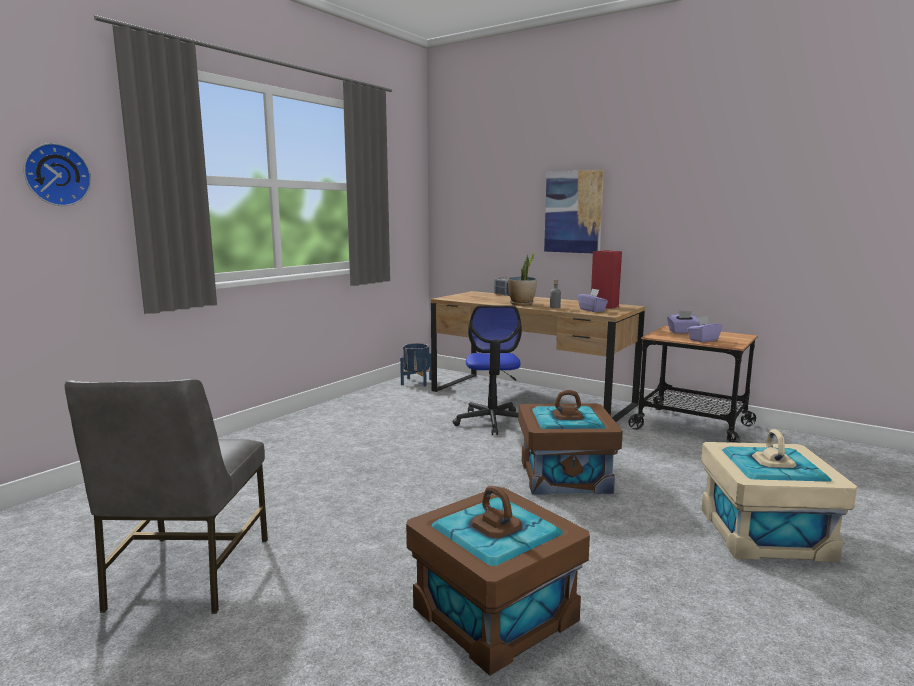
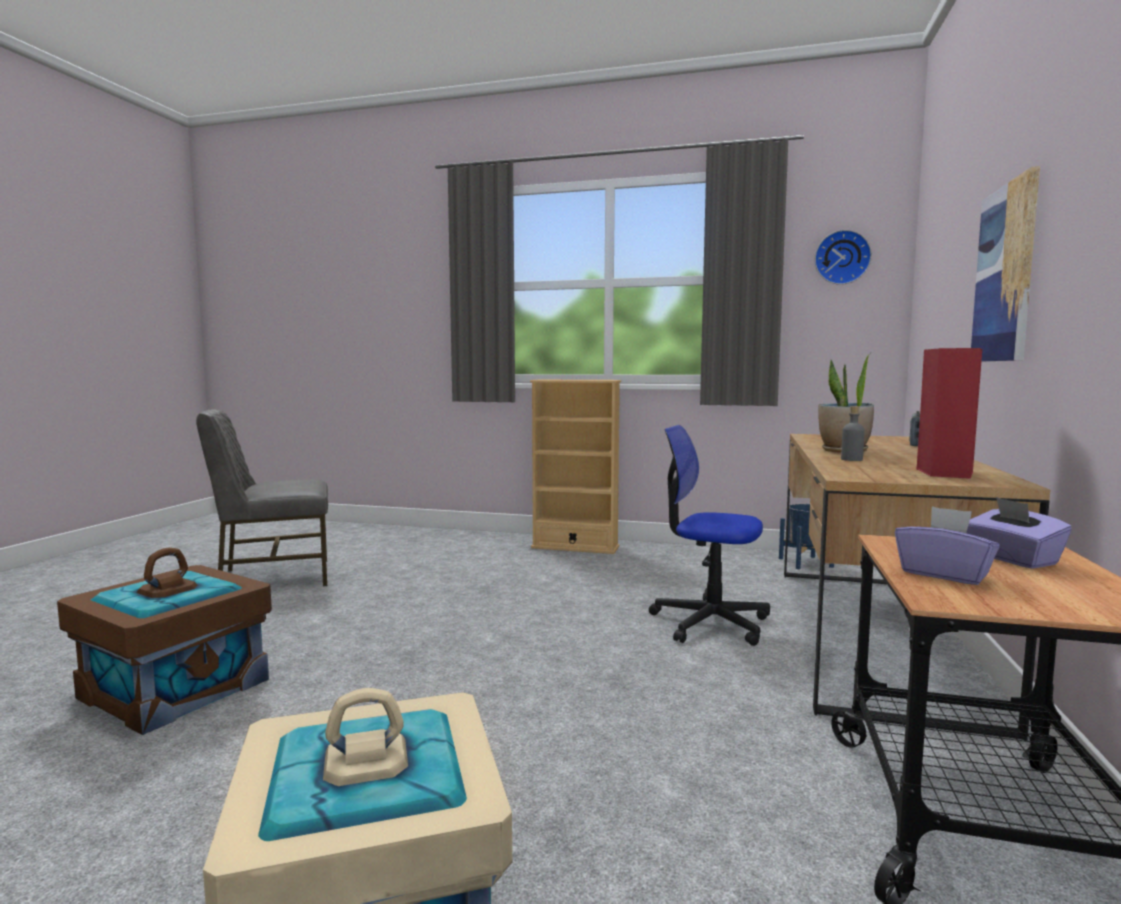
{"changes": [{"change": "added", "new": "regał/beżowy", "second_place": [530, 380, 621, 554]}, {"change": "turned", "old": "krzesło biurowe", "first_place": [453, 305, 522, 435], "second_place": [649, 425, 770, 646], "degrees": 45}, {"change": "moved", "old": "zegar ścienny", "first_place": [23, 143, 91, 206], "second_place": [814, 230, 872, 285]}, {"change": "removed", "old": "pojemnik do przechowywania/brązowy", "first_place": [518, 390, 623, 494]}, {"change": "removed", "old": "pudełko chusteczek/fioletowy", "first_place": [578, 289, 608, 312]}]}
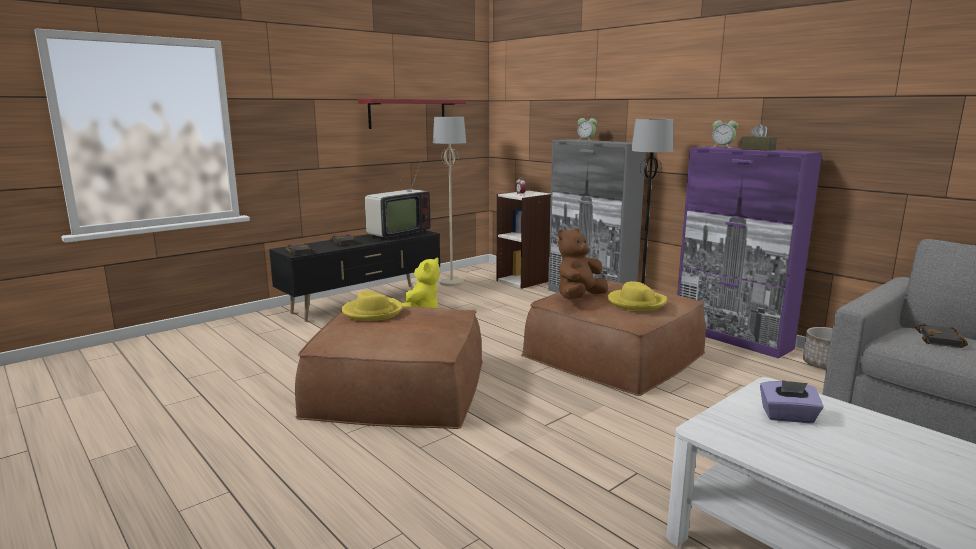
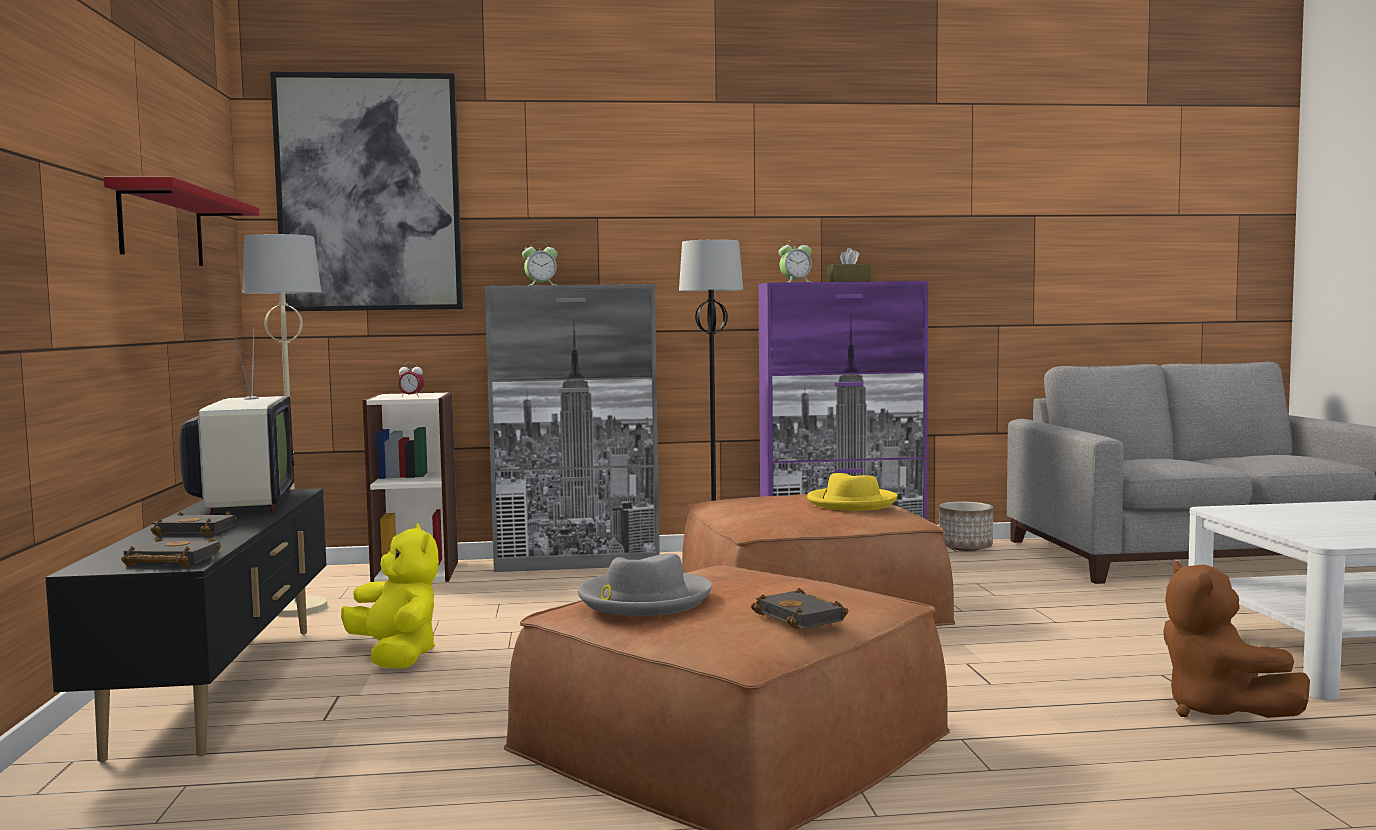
{"changes": [{"change": "added", "new": "obraz", "second_place": [270, 71, 463, 311]}, {"change": "recoloured", "old": "kapelusz/żółty", "new": "kapelusz/szary", "first_place": [342, 291, 403, 321], "second_place": [578, 554, 712, 616]}, {"change": "moved", "old": "książka/czarny", "first_place": [915, 324, 968, 348], "second_place": [751, 588, 848, 630]}, {"change": "moved", "old": "pluszak/brązowy", "first_place": [558, 228, 608, 299], "second_place": [1163, 560, 1310, 718]}, {"change": "removed", "old": "pudełko chusteczek/fioletowy", "first_place": [760, 380, 824, 423]}]}
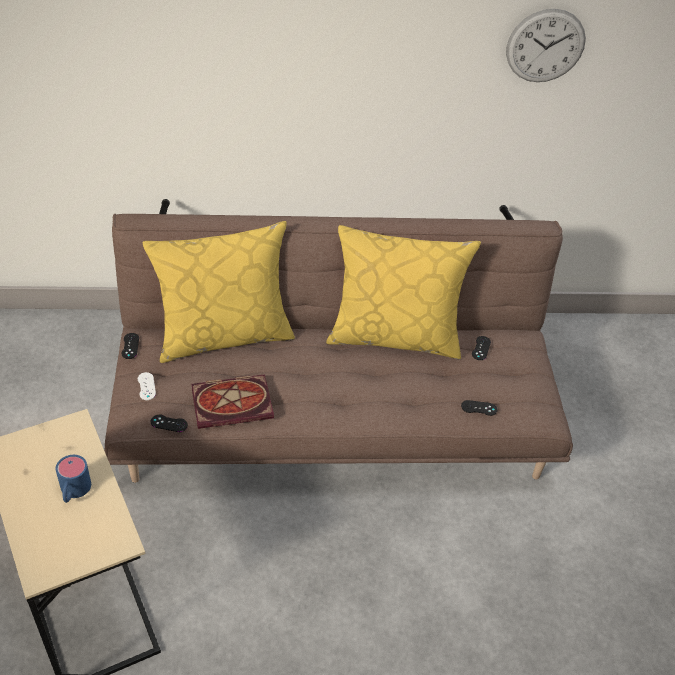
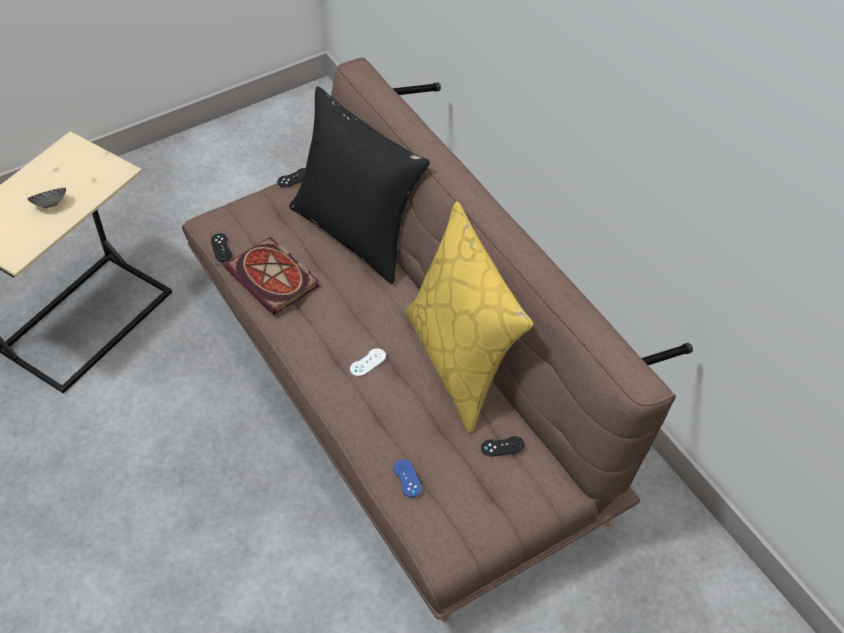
{"changes": [{"change": "replaced", "old": "kubek/niebieski", "new": "miska", "first_place": [56, 455, 91, 503], "second_place": [27, 188, 66, 209]}, {"change": "recoloured", "old": "poduszka/żółty", "new": "poduszka/czarny", "first_place": [143, 221, 295, 363], "second_place": [289, 86, 430, 285]}, {"change": "moved", "old": "pad do gier/biały", "first_place": [138, 372, 156, 400], "second_place": [350, 348, 386, 377]}, {"change": "recoloured", "old": "pad do gier/czarny", "new": "pad do gier/niebieski", "first_place": [461, 400, 497, 416], "second_place": [393, 459, 422, 497]}, {"change": "removed", "old": "zegar ścienny", "first_place": [506, 9, 586, 82]}]}
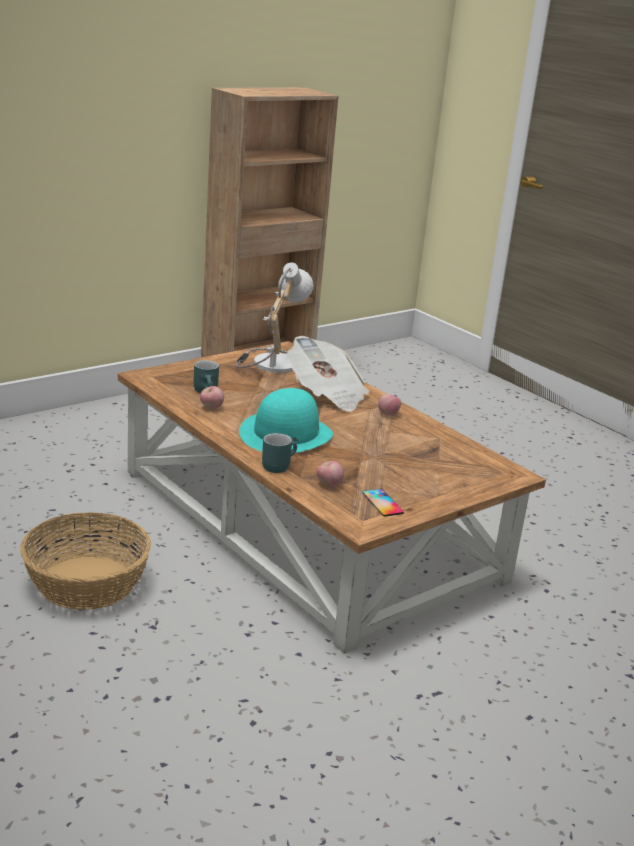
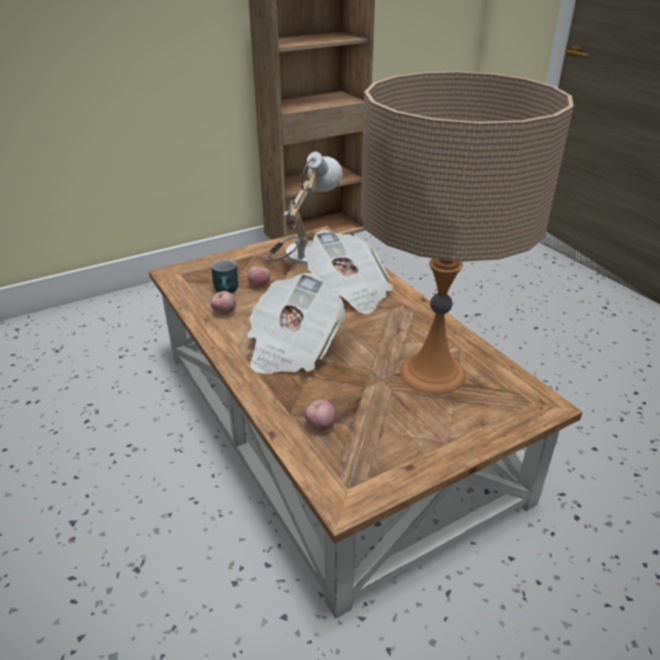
{"changes": [{"change": "moved", "old": "jabłko", "first_place": [378, 394, 401, 415], "second_place": [247, 266, 270, 287]}, {"change": "replaced", "old": "kapelusz/turkusowy", "new": "gazeta", "first_place": [239, 388, 333, 453], "second_place": [247, 273, 345, 374]}, {"change": "added", "new": "lampa stołowa/beżowy", "second_place": [360, 72, 574, 395]}, {"change": "removed", "old": "koszyk", "first_place": [20, 512, 151, 610]}, {"change": "removed", "old": "kubek/turkusowy", "first_place": [262, 433, 297, 473]}, {"change": "removed", "old": "telefon", "first_place": [362, 489, 404, 517]}]}
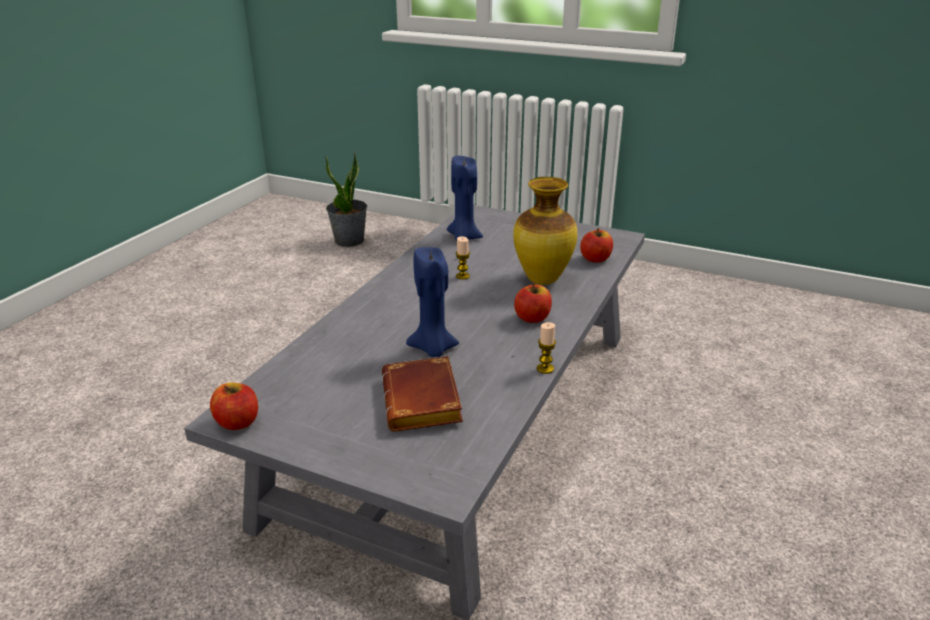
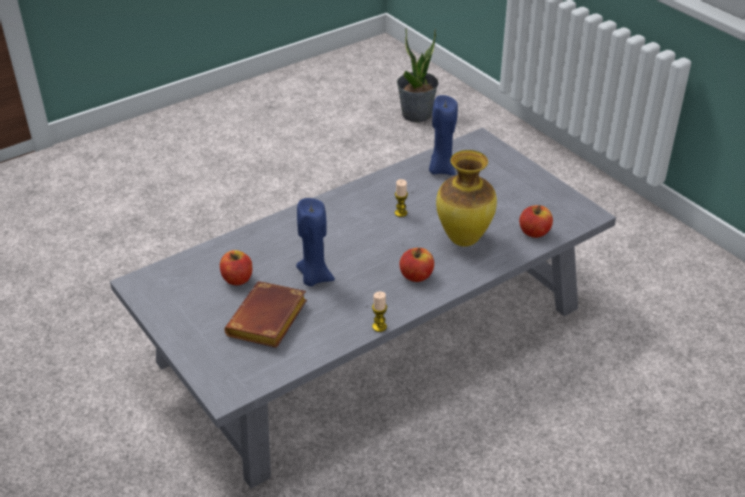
{"changes": [{"change": "moved", "old": "jabłko", "first_place": [210, 383, 258, 430], "second_place": [220, 250, 252, 285]}]}
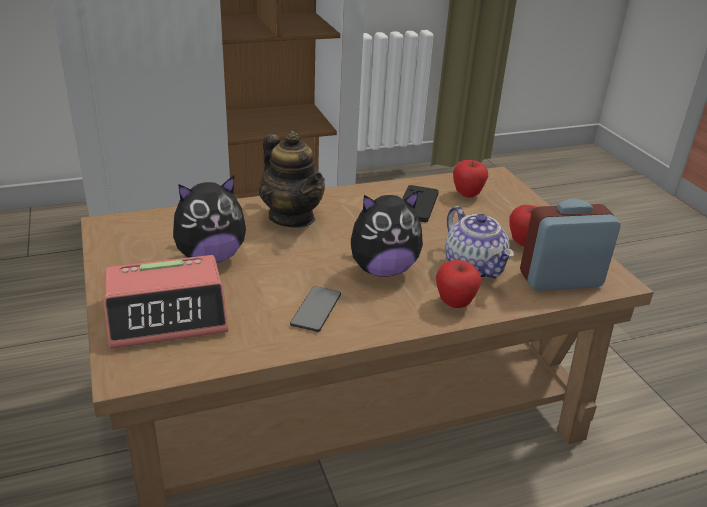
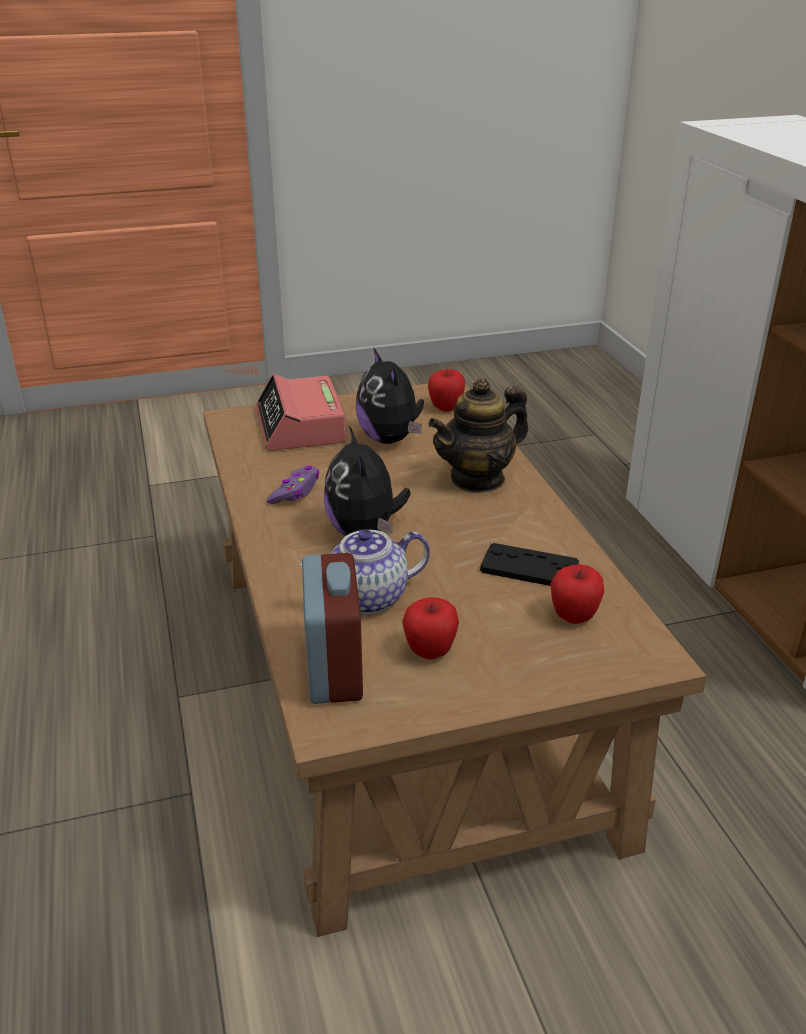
{"changes": [{"change": "replaced", "old": "telefon", "new": "pad do gier/fioletowy", "first_place": [290, 286, 341, 332], "second_place": [266, 465, 319, 504]}, {"change": "moved", "old": "jabłko", "first_place": [436, 260, 482, 308], "second_place": [428, 369, 465, 412]}]}
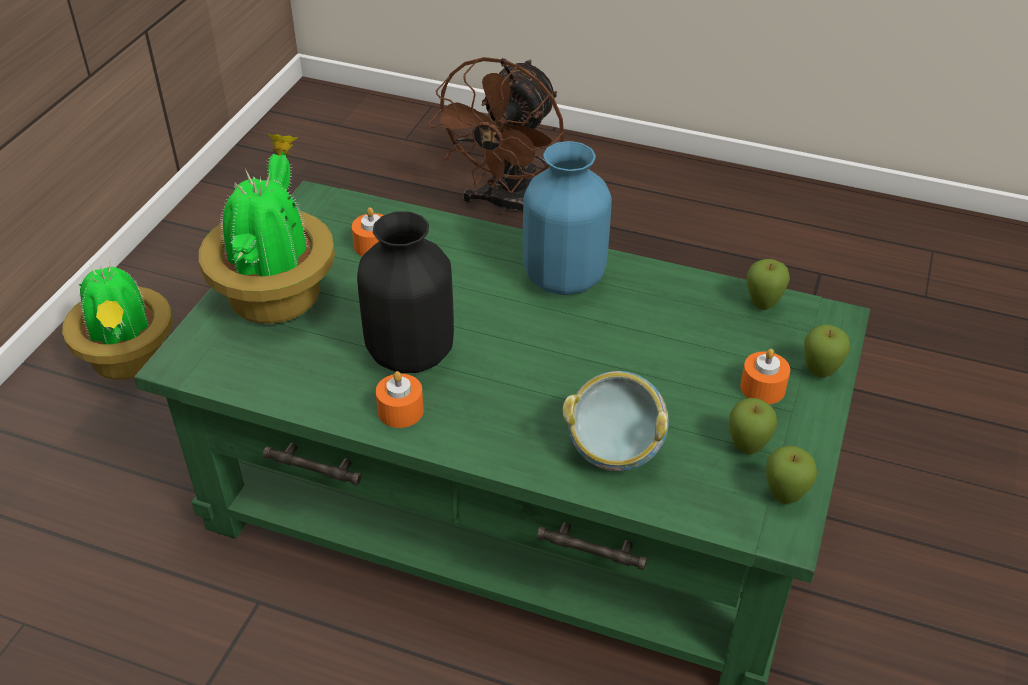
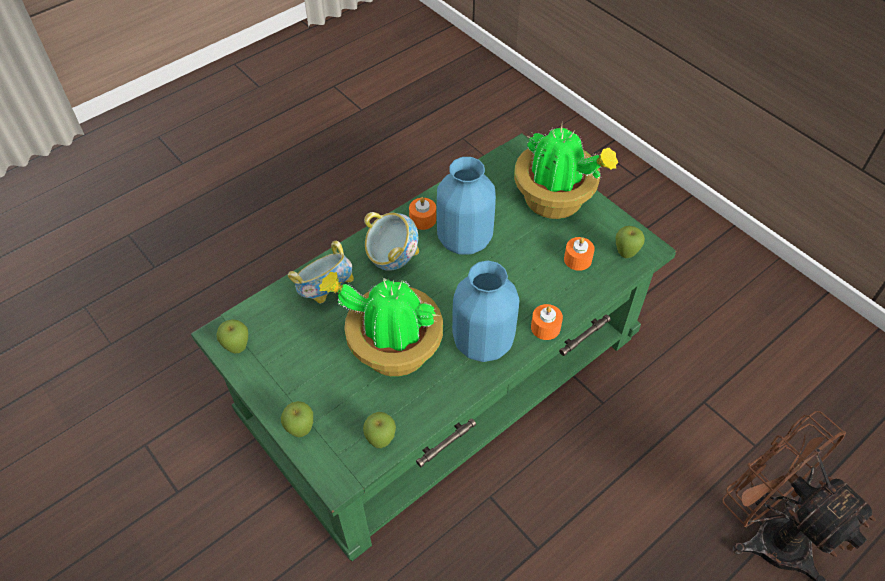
{"changes": [{"change": "moved", "old": "roślina doniczkowa", "first_place": [62, 259, 173, 380], "second_place": [319, 272, 443, 377]}, {"change": "added", "new": "miska", "second_place": [364, 212, 419, 271]}, {"change": "recoloured", "old": "wazon/czarny", "new": "wazon/niebieski", "first_place": [357, 211, 454, 373], "second_place": [437, 157, 496, 254]}, {"change": "moved", "old": "świeca/pomarańczowy", "first_place": [740, 349, 790, 404], "second_place": [531, 304, 563, 340]}, {"change": "moved", "old": "jabłko", "first_place": [729, 398, 777, 454], "second_place": [616, 226, 645, 258]}]}
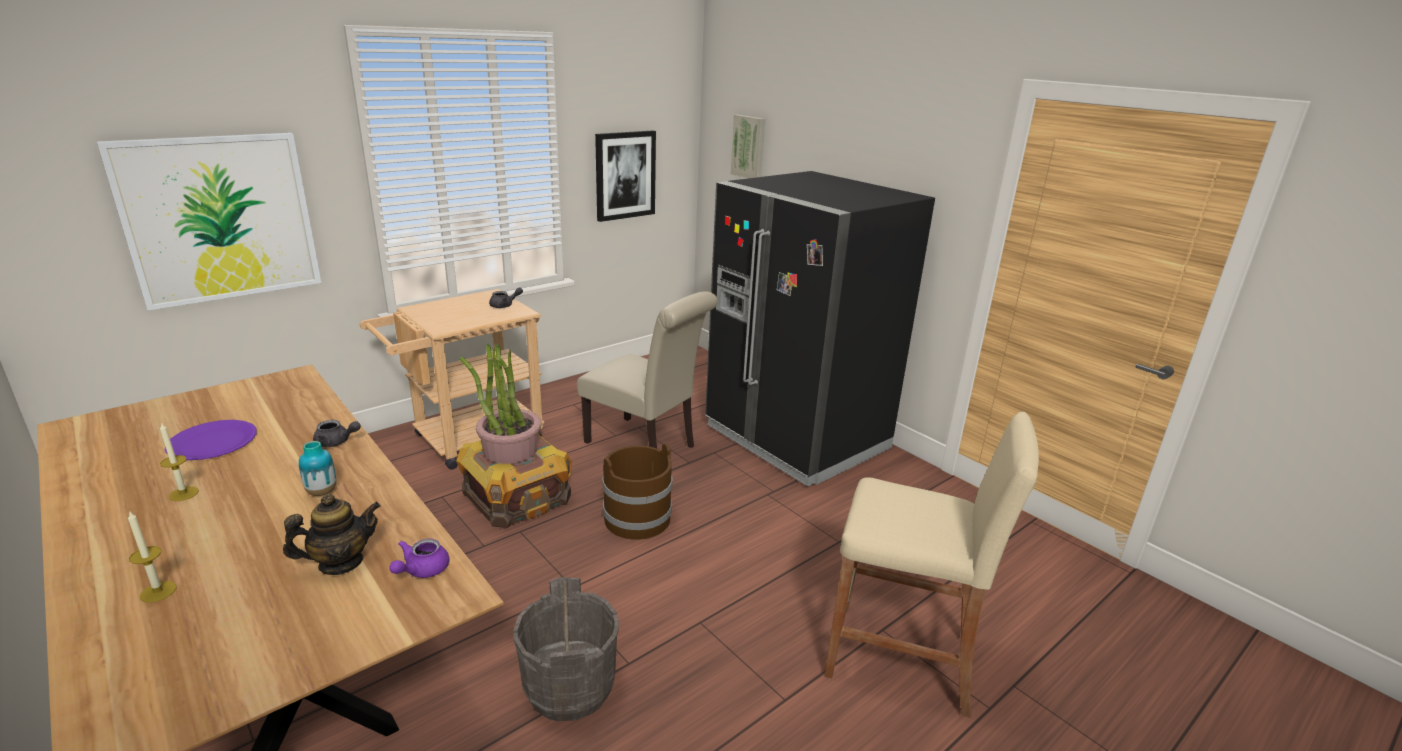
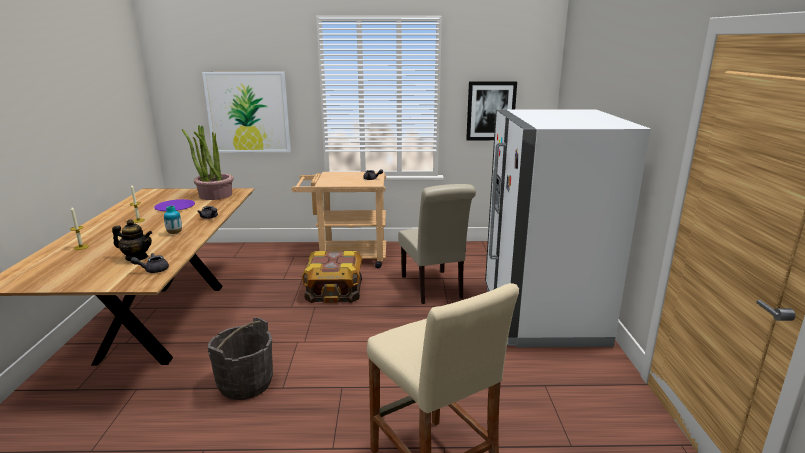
{"changes": [{"change": "recoloured", "old": "imbryk/fioletowy", "new": "imbryk/szary", "first_place": [389, 539, 449, 578], "second_place": [130, 253, 169, 273]}, {"change": "moved", "old": "roślina doniczkowa", "first_place": [459, 344, 541, 464], "second_place": [182, 125, 234, 200]}, {"change": "recoloured", "old": "lodówka/czarny", "new": "lodówka/biały", "first_place": [705, 171, 935, 486], "second_place": [485, 109, 651, 348]}, {"change": "removed", "old": "wiadro/brązowy", "first_place": [602, 443, 673, 540]}, {"change": "removed", "old": "obraz", "first_place": [731, 115, 765, 178]}]}
